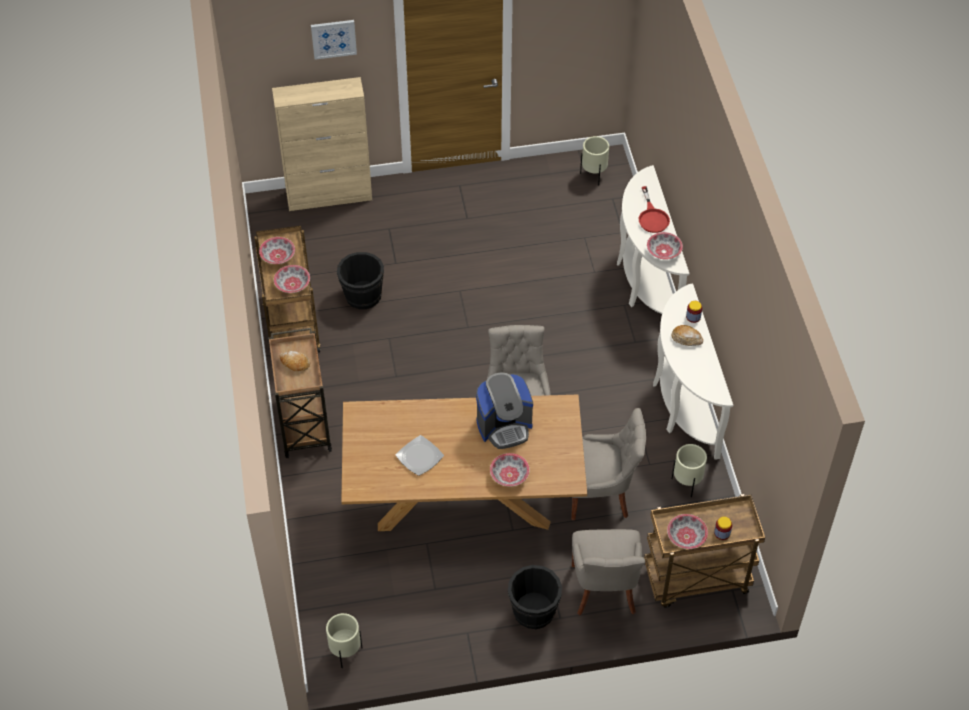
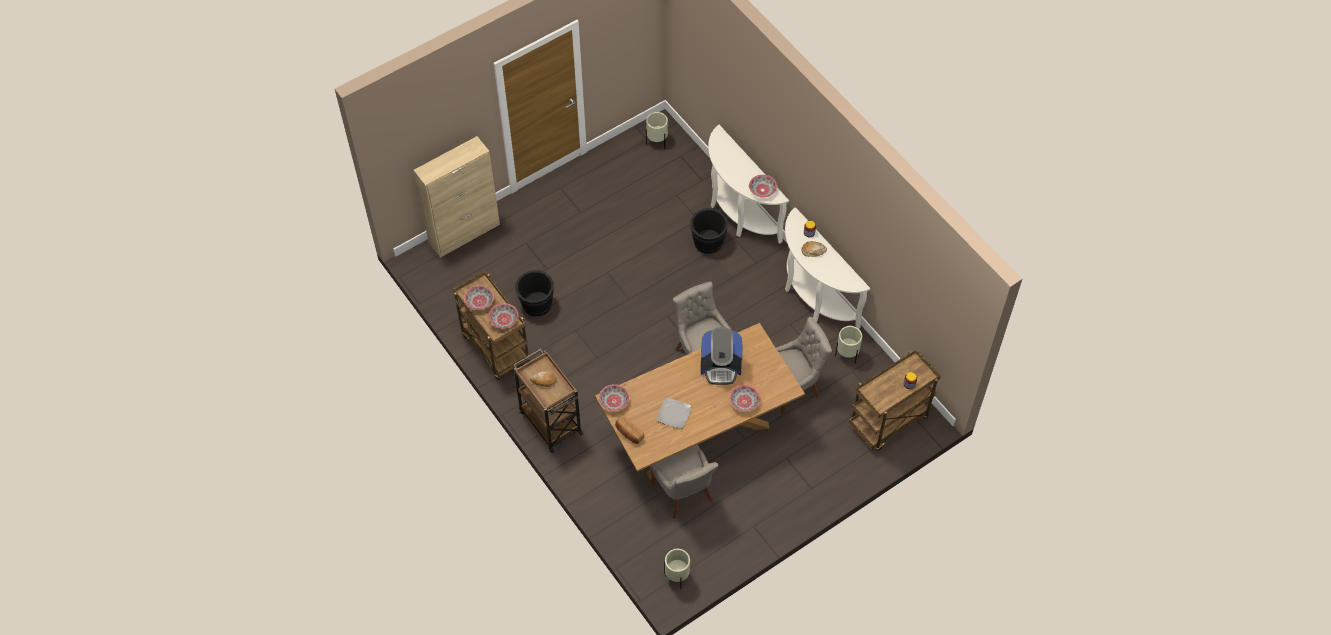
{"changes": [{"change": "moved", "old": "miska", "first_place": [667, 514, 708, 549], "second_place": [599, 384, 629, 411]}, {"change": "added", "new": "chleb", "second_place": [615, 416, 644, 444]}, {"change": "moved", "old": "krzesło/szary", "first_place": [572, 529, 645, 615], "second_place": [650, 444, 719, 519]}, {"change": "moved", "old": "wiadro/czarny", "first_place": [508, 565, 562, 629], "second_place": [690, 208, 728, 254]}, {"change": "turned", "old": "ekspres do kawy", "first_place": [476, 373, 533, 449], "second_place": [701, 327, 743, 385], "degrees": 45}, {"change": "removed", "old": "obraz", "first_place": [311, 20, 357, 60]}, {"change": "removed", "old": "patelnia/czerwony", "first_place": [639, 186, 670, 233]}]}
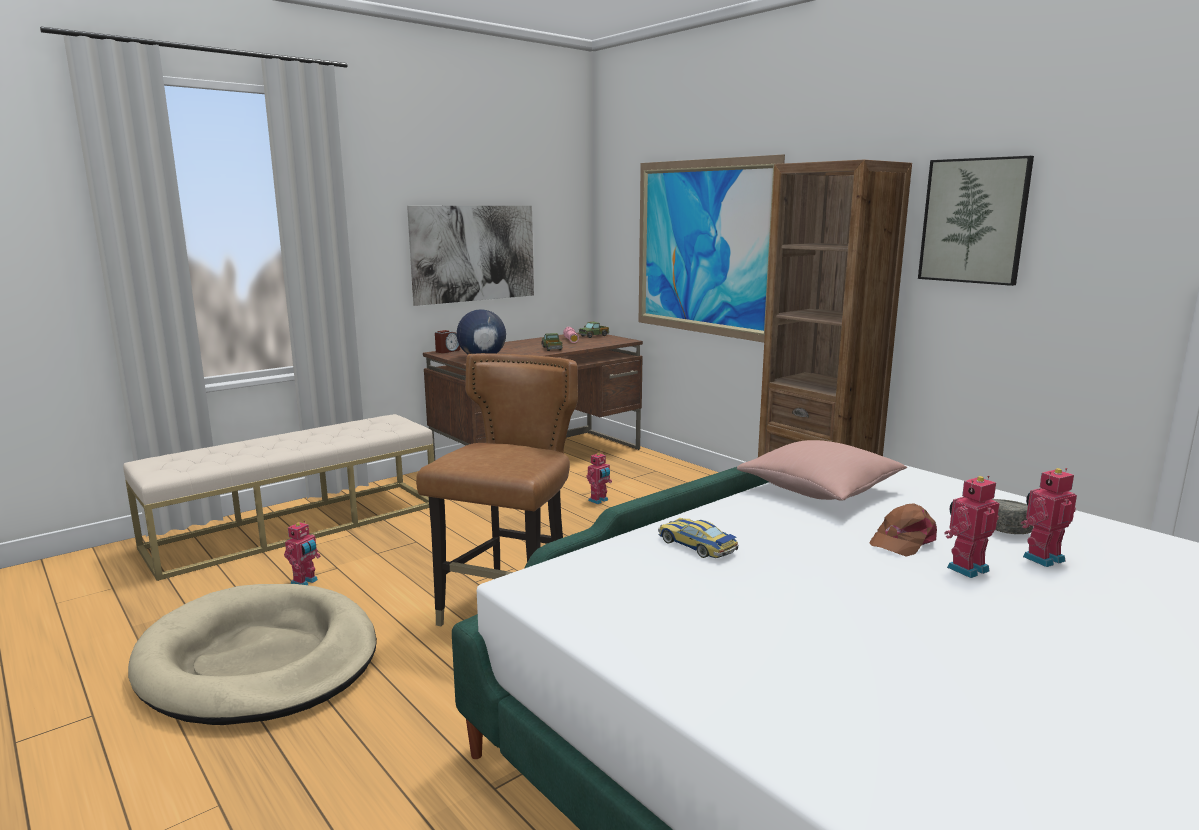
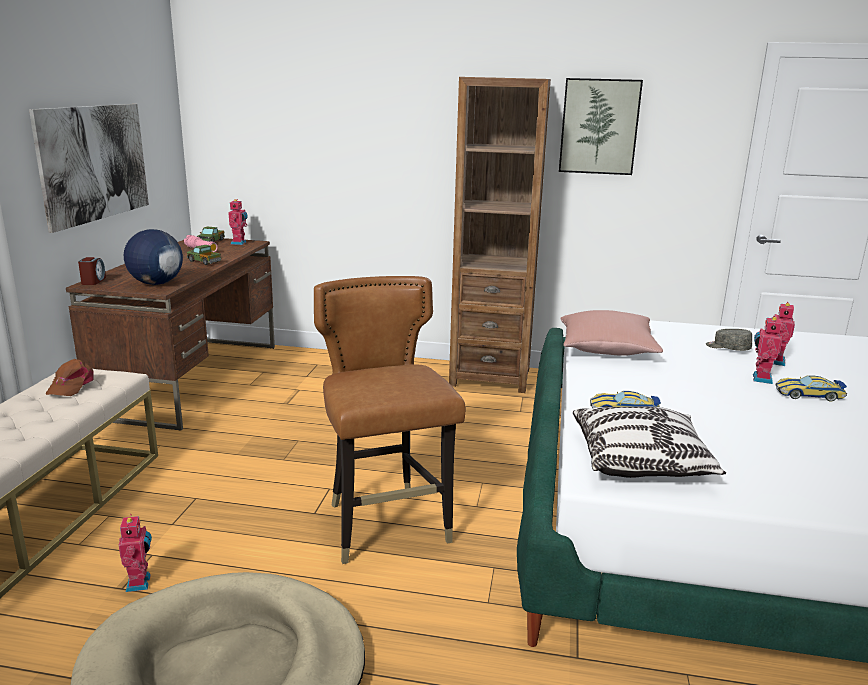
{"changes": [{"change": "moved", "old": "czapka z daszkiem/brązowy", "first_place": [870, 503, 937, 557], "second_place": [46, 359, 94, 396]}, {"change": "moved", "old": "robot zabawkowy", "first_place": [586, 452, 612, 504], "second_place": [229, 199, 248, 245]}, {"change": "added", "new": "poduszka", "second_place": [573, 406, 726, 478]}, {"change": "added", "new": "samochodzik", "second_place": [775, 375, 847, 401]}, {"change": "removed", "old": "obraz", "first_place": [639, 154, 785, 343]}]}
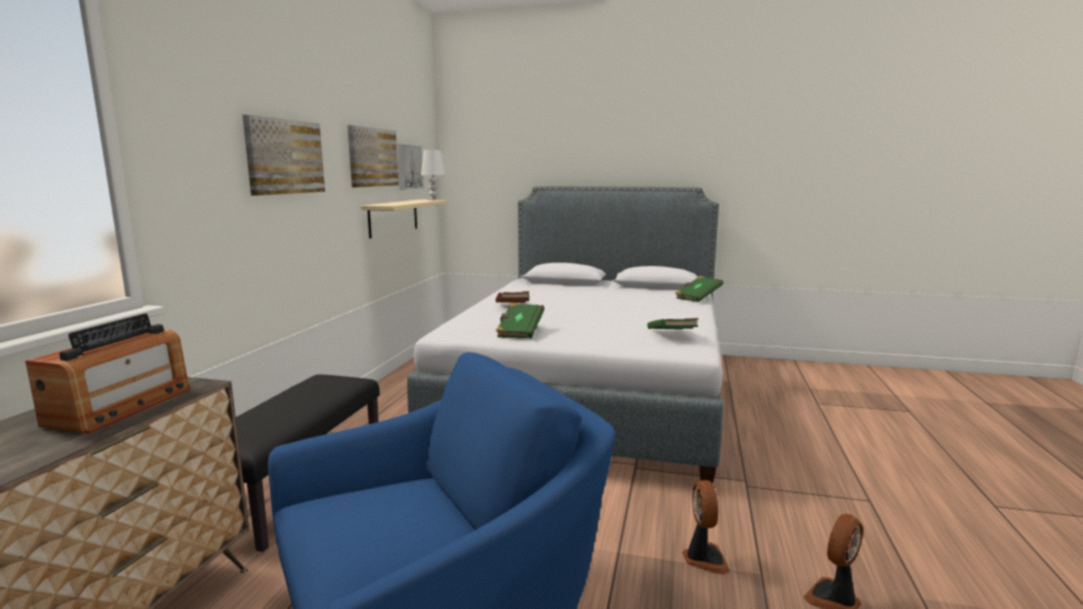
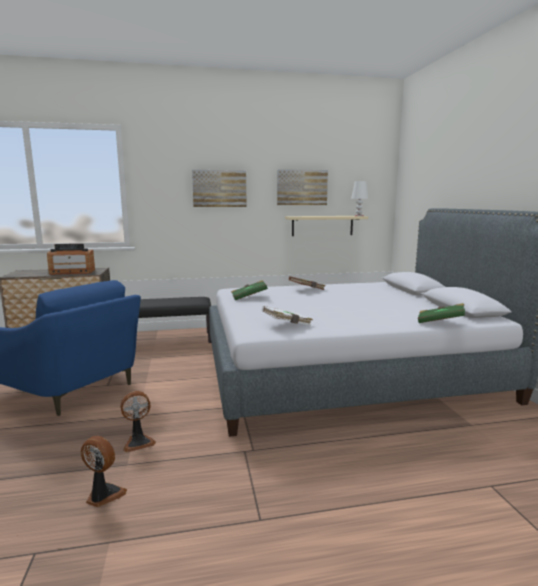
{"changes": [{"change": "recoloured", "old": "książka/zielony", "new": "książka/biały", "first_place": [647, 318, 698, 330], "second_place": [262, 306, 313, 326]}, {"change": "removed", "old": "obraz", "first_place": [397, 144, 424, 190]}]}
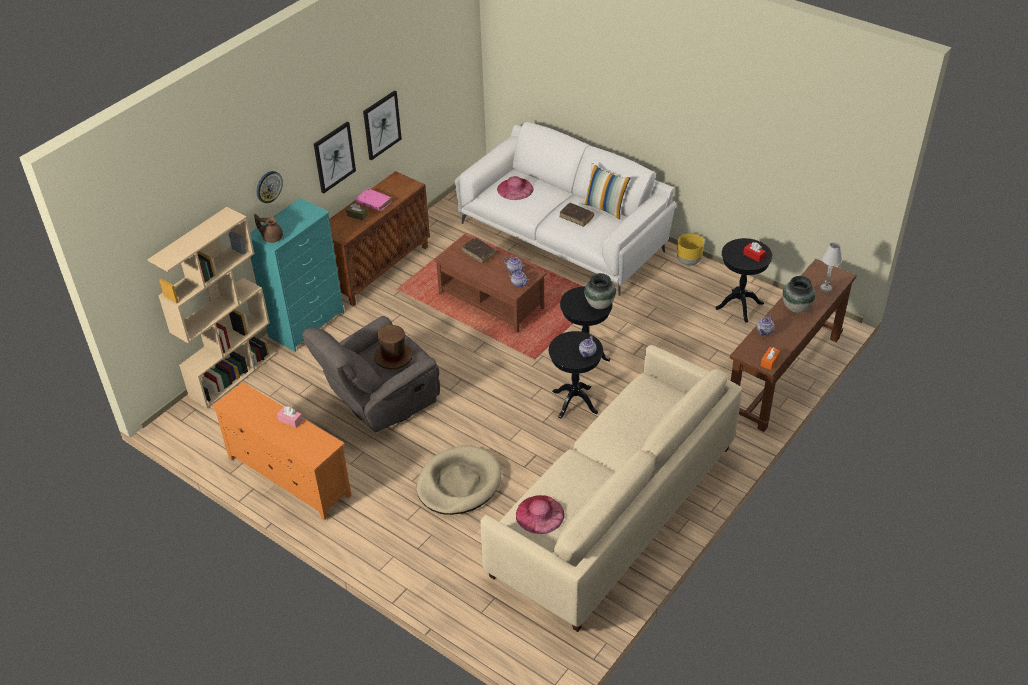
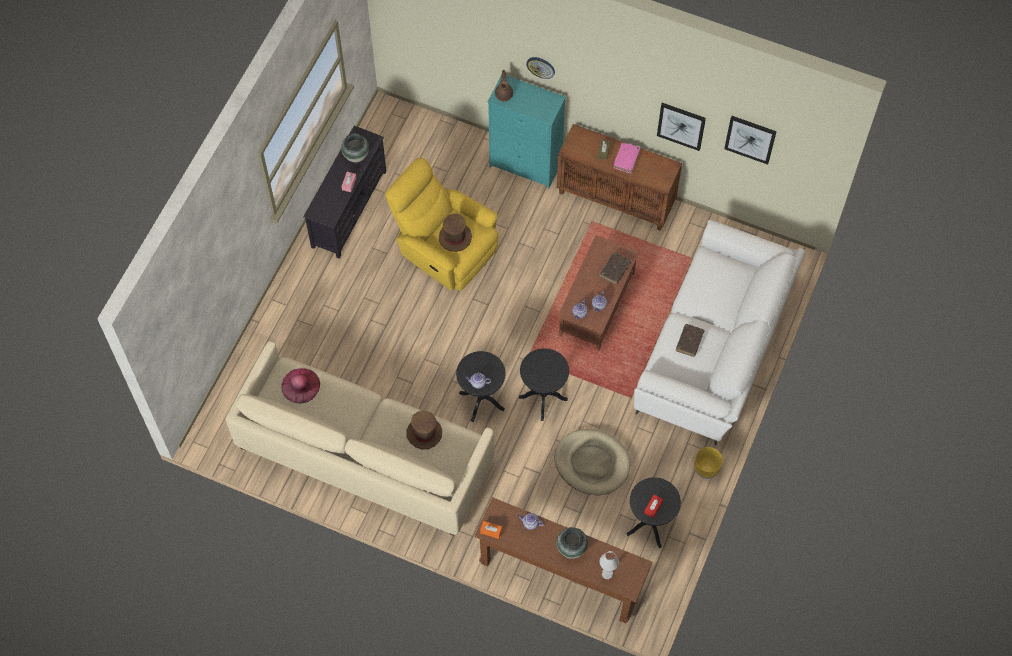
{"changes": [{"change": "recoloured", "old": "szafka pod telewizor/pomarańczowy", "new": "szafka pod telewizor/czarny", "first_place": [212, 382, 351, 520], "second_place": [303, 125, 386, 259]}, {"change": "moved", "old": "wazon", "first_place": [584, 273, 616, 309], "second_place": [341, 133, 369, 162]}, {"change": "recoloured", "old": "fotel/szary", "new": "fotel/żółty", "first_place": [302, 316, 440, 432], "second_place": [385, 158, 498, 291]}, {"change": "added", "new": "kapelusz/brązowy", "second_place": [407, 410, 442, 449]}, {"change": "moved", "old": "legowisko/beżowy", "first_place": [416, 446, 502, 515], "second_place": [554, 429, 631, 495]}, {"change": "moved", "old": "obraz", "first_place": [314, 122, 356, 194], "second_place": [724, 116, 777, 165]}, {"change": "removed", "old": "regał/beżowy", "first_place": [148, 207, 277, 409]}, {"change": "removed", "old": "kapelusz/różowy", "first_place": [497, 176, 533, 200]}, {"change": "removed", "old": "poduszka", "first_place": [582, 163, 630, 219]}]}
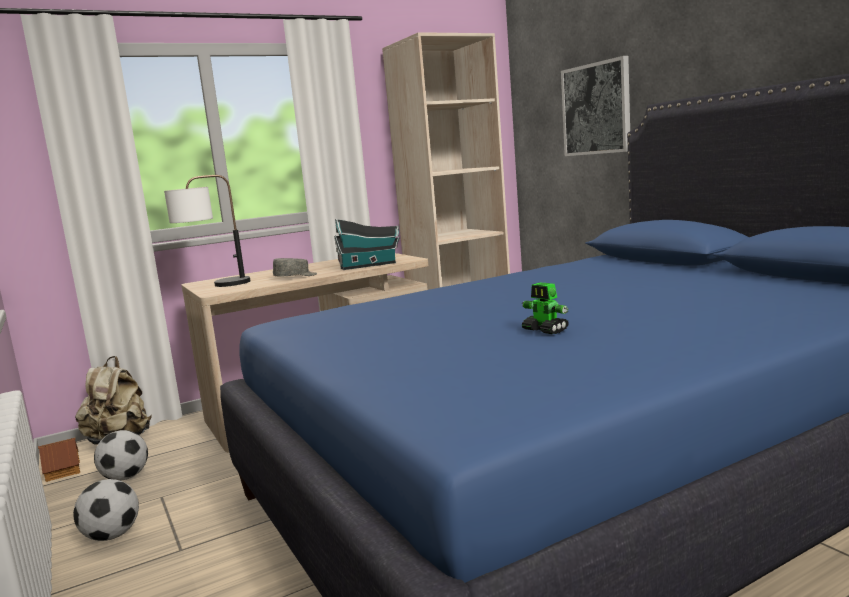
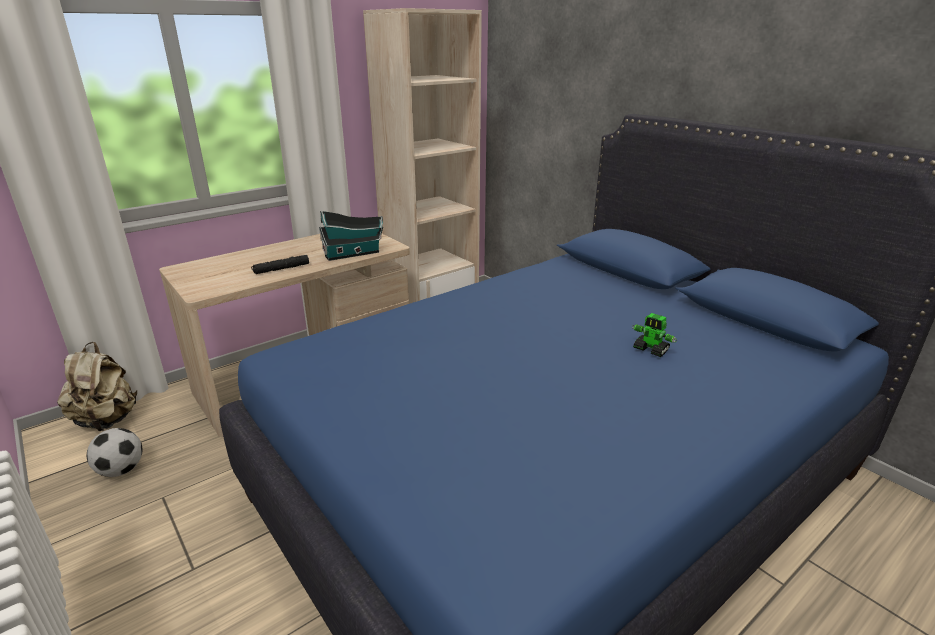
{"changes": [{"change": "replaced", "old": "czapka z daszkiem/szary", "new": "latarka/czarny", "first_place": [273, 258, 317, 276], "second_place": [251, 255, 309, 274]}, {"change": "moved", "old": "robot zabawkowy", "first_place": [522, 282, 569, 335], "second_place": [632, 313, 677, 357]}, {"change": "removed", "old": "domek", "first_place": [38, 438, 80, 482]}, {"change": "removed", "old": "piłka futbolowa", "first_place": [73, 479, 139, 541]}, {"change": "removed", "old": "lampa stołowa", "first_place": [164, 175, 251, 287]}, {"change": "removed", "old": "obraz", "first_place": [561, 56, 630, 156]}]}
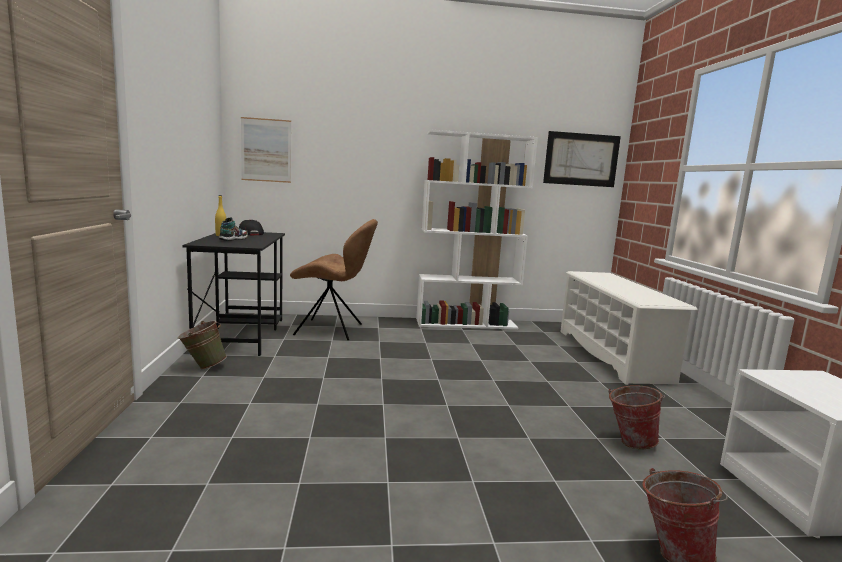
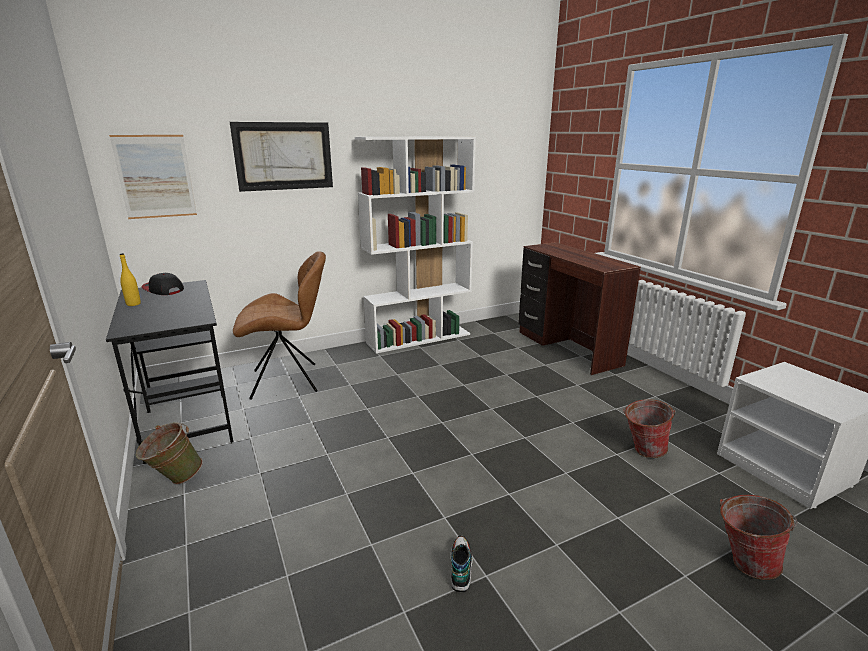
{"changes": [{"change": "moved", "old": "obraz", "first_place": [543, 131, 621, 187], "second_place": [230, 122, 333, 192]}, {"change": "moved", "old": "but", "first_place": [219, 218, 248, 241], "second_place": [450, 536, 473, 592]}, {"change": "replaced", "old": "regał na buty/biały", "new": "biurko/brązowy", "first_place": [560, 271, 697, 385], "second_place": [518, 242, 641, 375]}]}
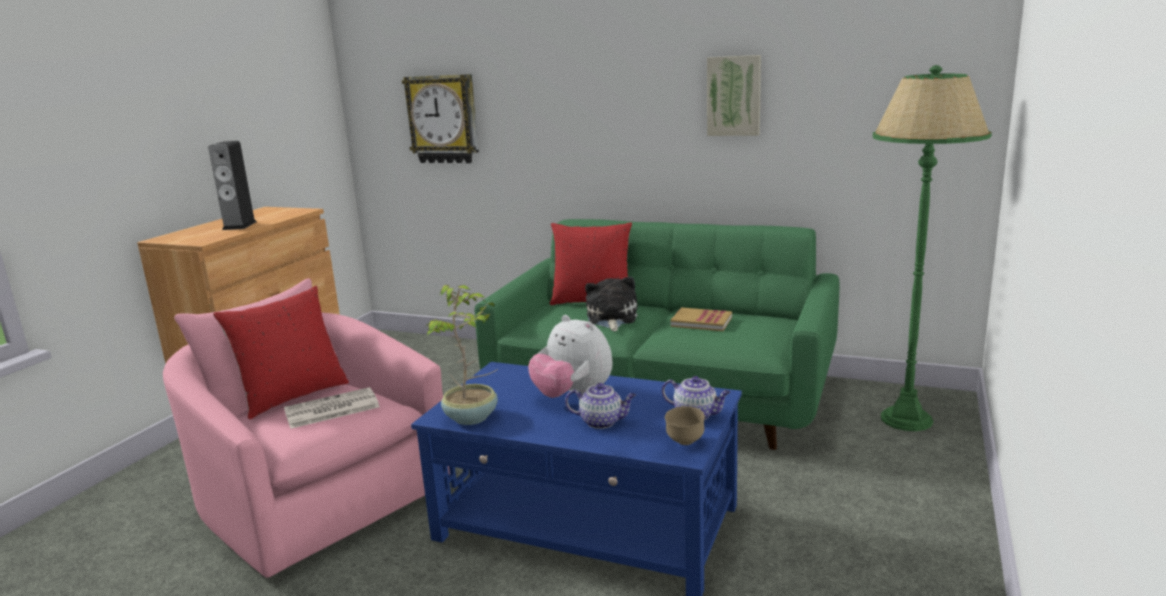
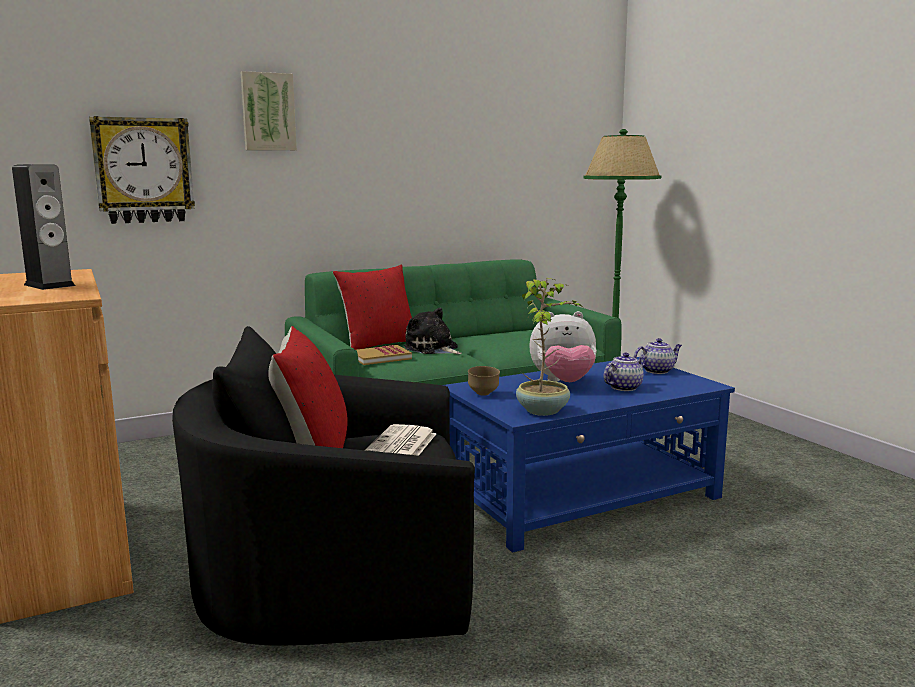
{"changes": [{"change": "recoloured", "old": "fotel/różowy", "new": "fotel/czarny", "first_place": [163, 278, 450, 578], "second_place": [172, 326, 475, 646]}, {"change": "moved", "old": "obraz", "first_place": [707, 55, 761, 136], "second_place": [241, 71, 297, 150]}, {"change": "moved", "old": "książka", "first_place": [670, 307, 732, 331], "second_place": [356, 345, 412, 365]}, {"change": "moved", "old": "miska/brązowy", "first_place": [665, 406, 705, 445], "second_place": [468, 366, 500, 396]}]}
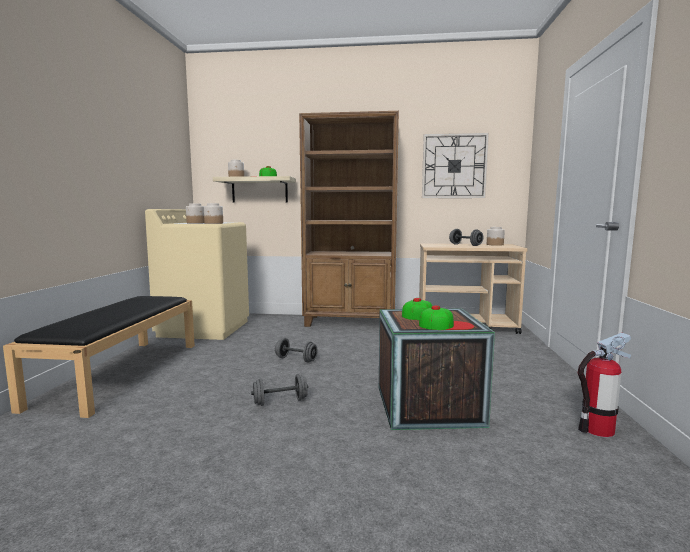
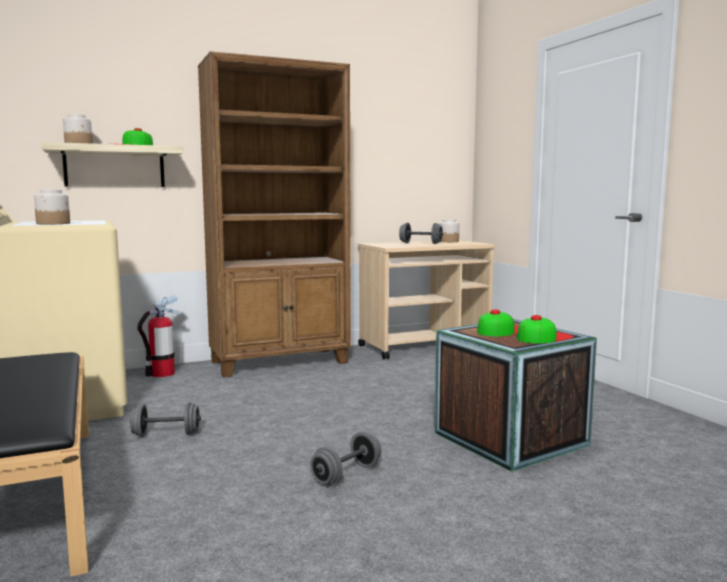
{"changes": [{"change": "moved", "old": "hantel/szary", "first_place": [275, 338, 318, 362], "second_place": [130, 402, 201, 437]}, {"change": "moved", "old": "gaśnica", "first_place": [578, 333, 631, 437], "second_place": [138, 296, 181, 377]}, {"change": "removed", "old": "słoik", "first_place": [204, 203, 223, 224]}, {"change": "removed", "old": "zegar ścienny", "first_place": [422, 133, 489, 198]}]}
